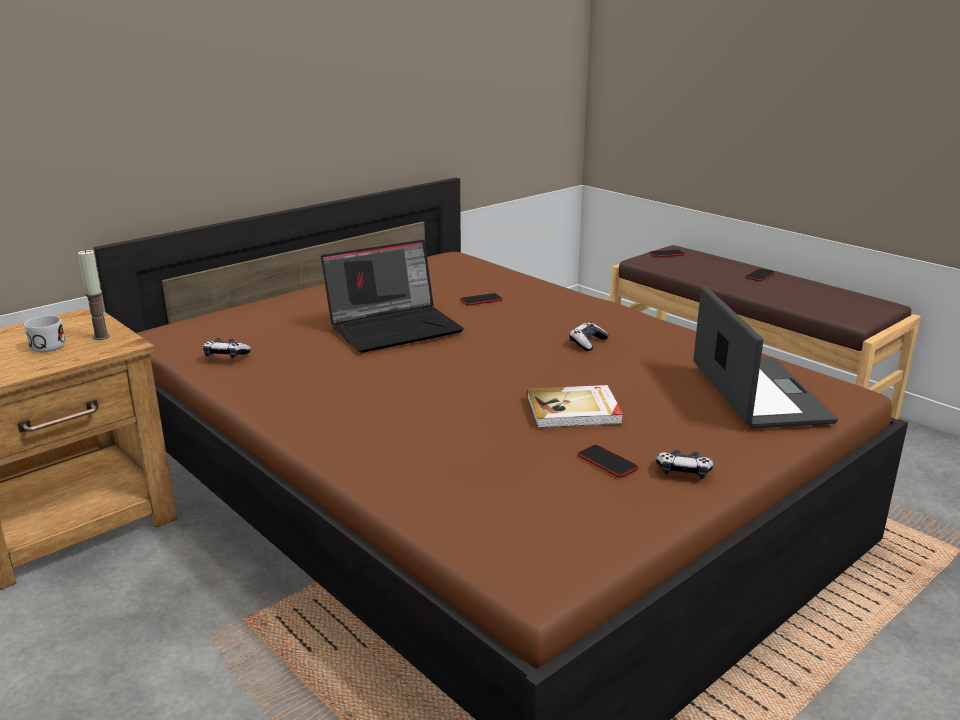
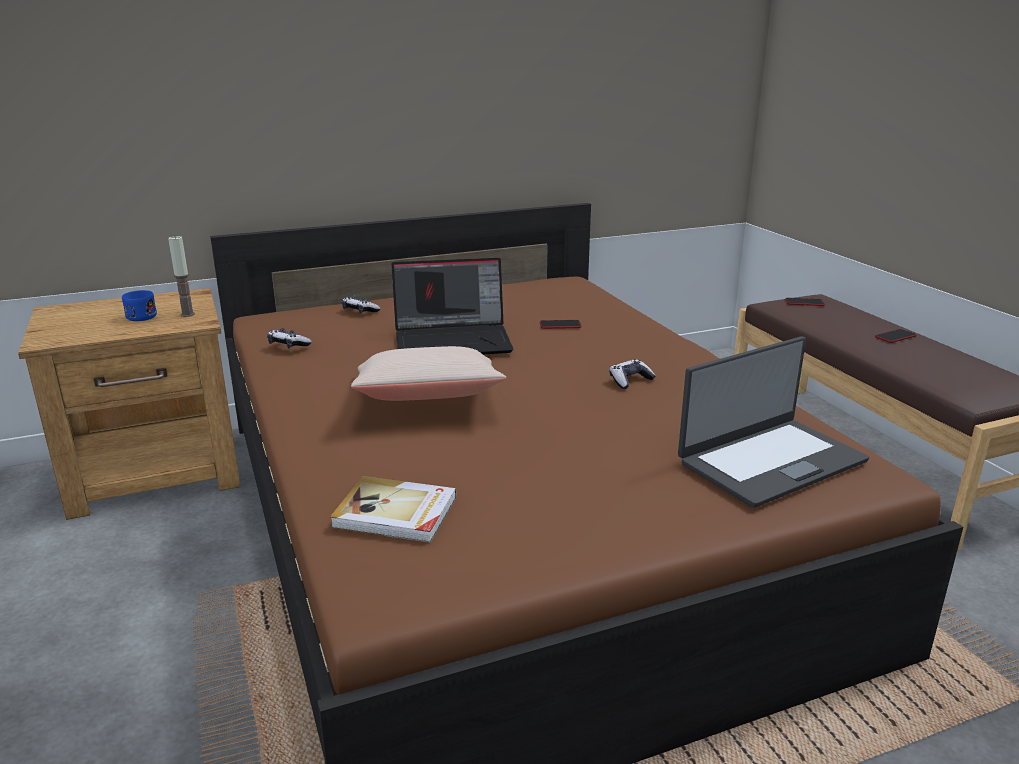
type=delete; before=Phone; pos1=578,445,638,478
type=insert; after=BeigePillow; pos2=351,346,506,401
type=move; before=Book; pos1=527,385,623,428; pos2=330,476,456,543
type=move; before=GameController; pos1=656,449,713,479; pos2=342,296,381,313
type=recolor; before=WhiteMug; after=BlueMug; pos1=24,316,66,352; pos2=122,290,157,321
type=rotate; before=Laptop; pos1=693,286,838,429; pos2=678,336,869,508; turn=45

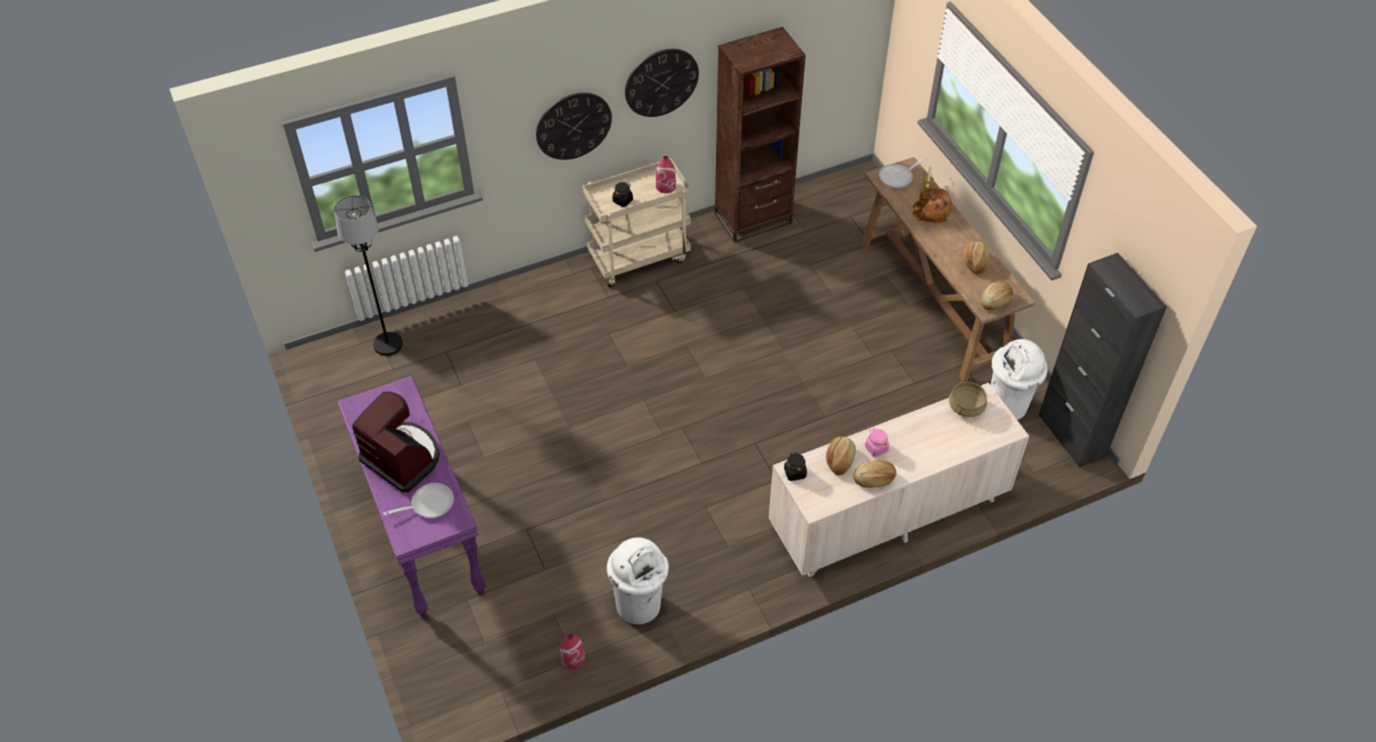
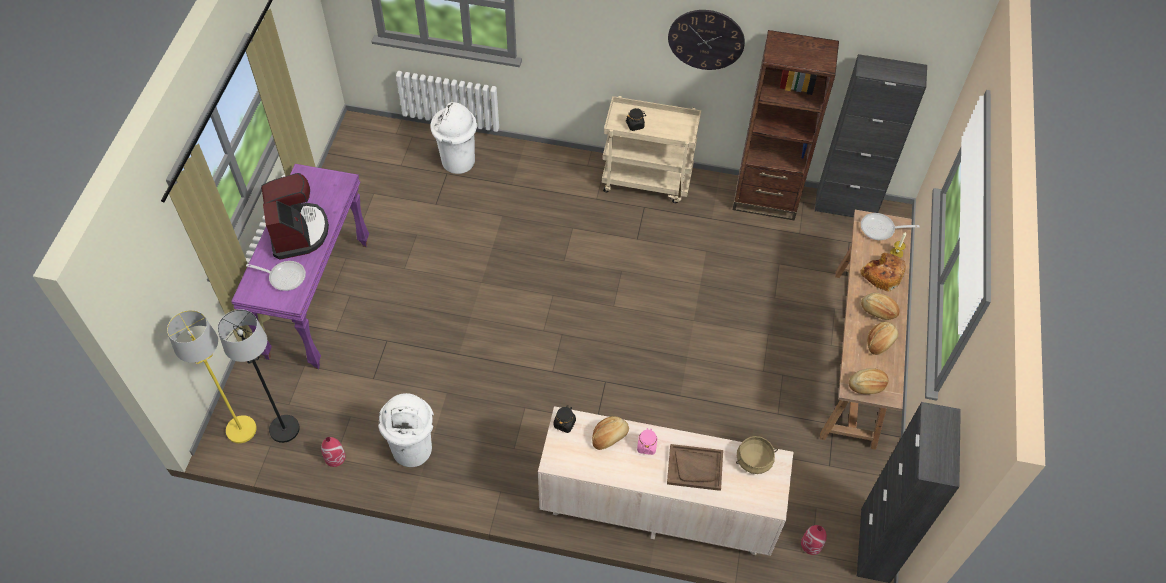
type=delete; before=WallClock; pos1=536,93,612,160
type=insert; after=YellowFloorLamp; pos2=167,310,257,443
type=insert; after=BrownTray; pos2=667,444,723,491
type=insert; after=BlackCabinet; pos2=815,54,927,217
type=move; before=BlackFloorLamp; pos1=334,195,403,356; pos2=218,309,300,443
type=move; before=RedVase; pos1=656,156,676,193; pos2=801,525,827,555
type=move; before=Bread; pos1=853,460,896,488; pos2=861,293,900,320
type=move; before=WhiteTrashCan; pos1=991,339,1047,420; pos2=431,102,477,174

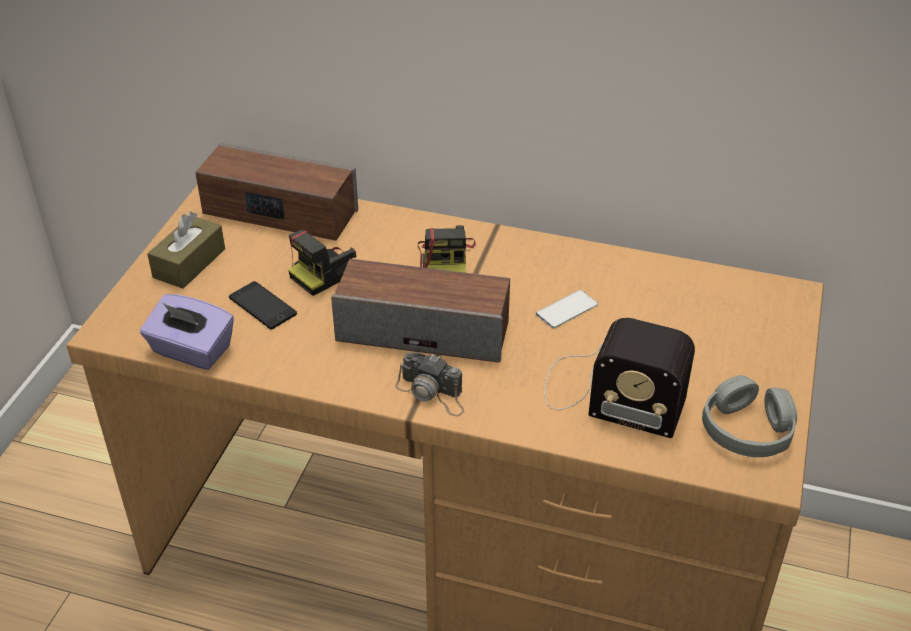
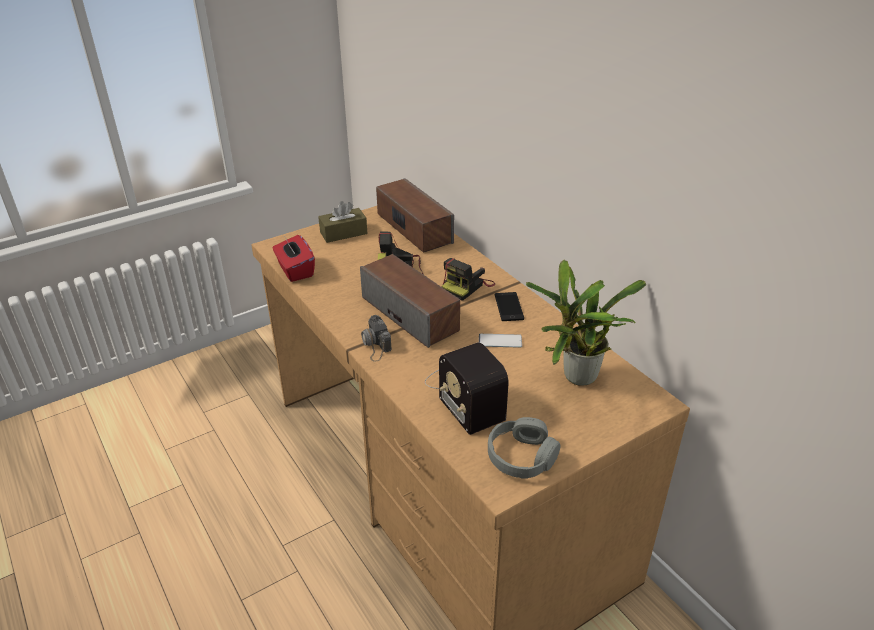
type=insert; after=PottedPlant; pos2=526,260,646,386
type=move; before=Phone; pos1=229,281,297,330; pos2=495,292,524,321
type=recolor; before=PurpleTissueBox; after=RedTissueBox; pos1=140,294,234,370; pos2=273,235,315,282

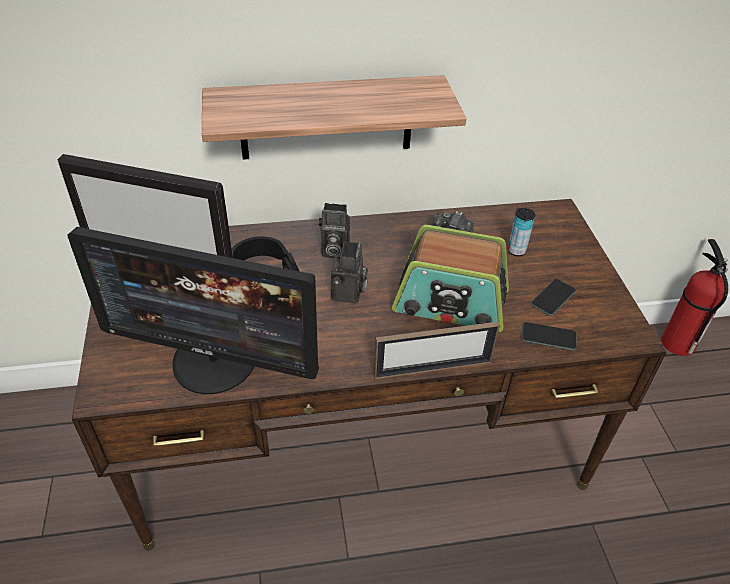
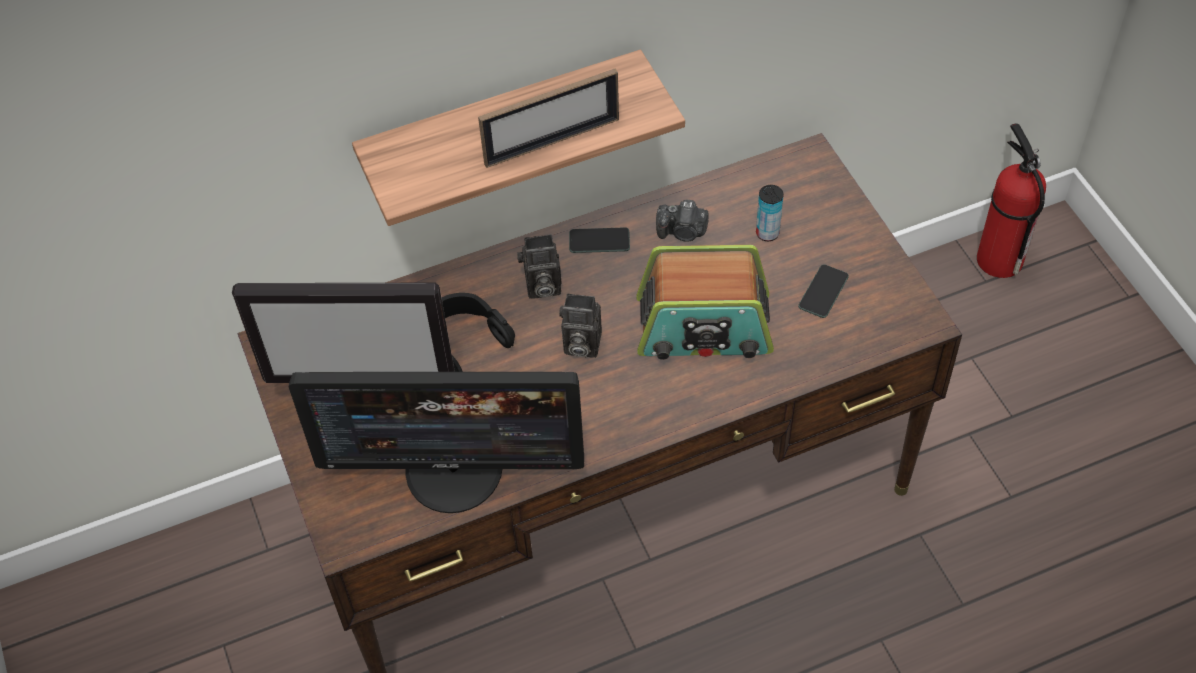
type=move; before=PictureFrame; pos1=374,322,500,379; pos2=478,69,619,168
type=move; before=Phone; pos1=522,322,577,351; pos2=569,227,630,253
type=rotate; before=PhotoCamera; pos1=331,241,368,304; pos2=559,293,602,358; turn=105

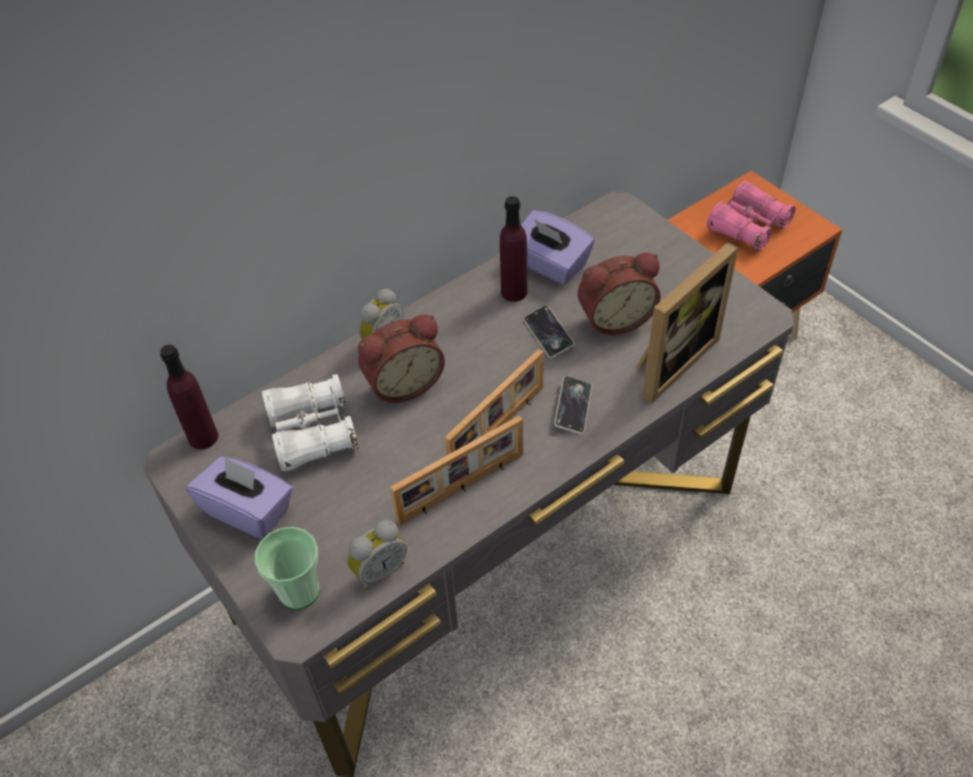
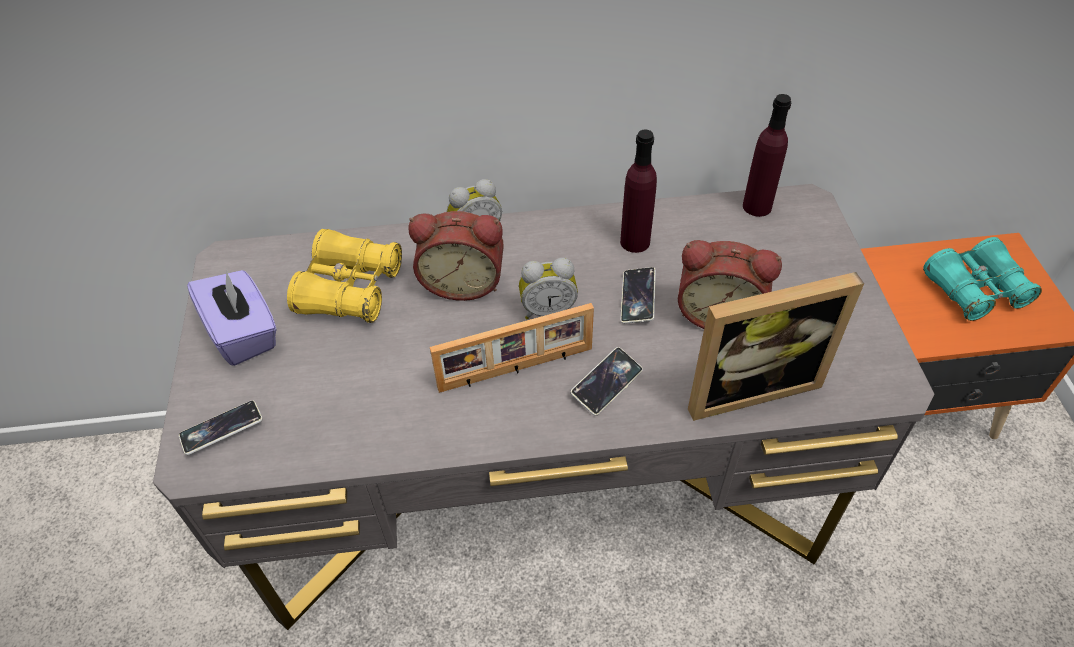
type=delete; before=PictureFrame; pos1=390,416,523,525
type=delete; before=PurpleTissueBox; pos1=521,210,594,285
type=move; before=PurpleBottle; pos1=160,345,218,449; pos2=743,94,791,217
type=move; before=AlarmClock; pos1=347,520,407,590; pos2=519,258,578,320
type=replace; before=Cup; after=Phone; pos1=255,527,320,610; pos2=179,401,263,455
type=recolor; before=WhiteBinoculars; after=YellowBinoculars; pos1=262,374,359,472; pos2=287,229,402,323
type=recolor; before=PinkBinoculars; after=TurquoiseBinoculars; pos1=707,181,796,251; pos2=923,237,1042,321

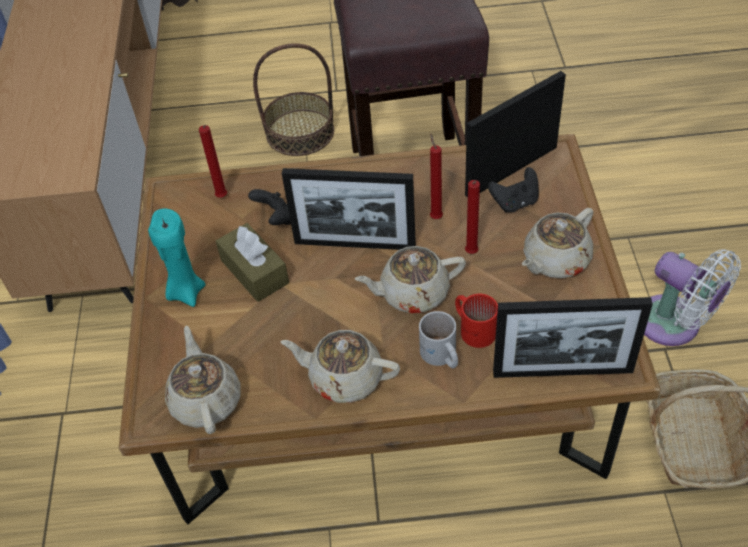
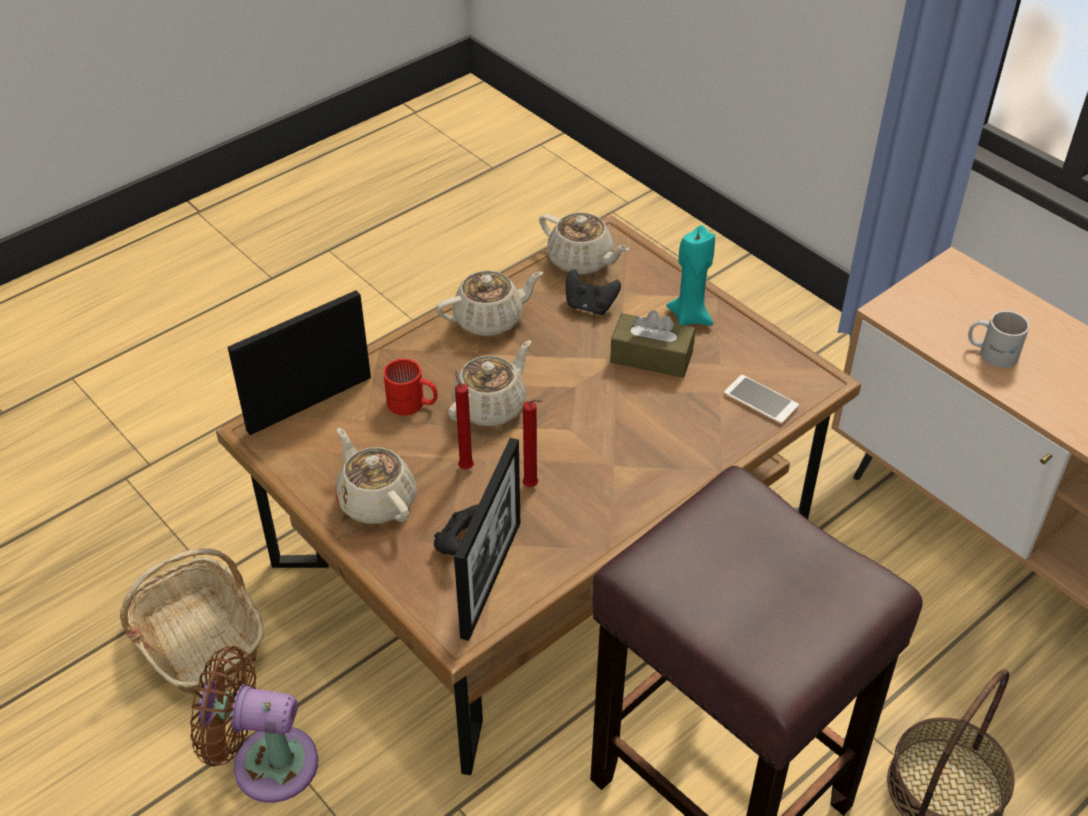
type=delete; before=PictureFrame; pos1=282,168,416,250
type=move; before=BlackGameController; pos1=248,189,291,225; pos2=566,269,621,315
type=move; before=WhiteMug; pos1=419,311,458,368; pos2=968,311,1029,368
type=replace; before=RedCandle; after=Phone; pos1=199,125,227,197; pos2=724,375,799,424
type=recolor; before=WhiteFan; after=BrownFan; pos1=644,249,741,346; pos2=190,646,318,803
type=rotate; before=BeigeTeapot; pos1=522,208,593,278; pos2=336,428,416,524; turn=-45

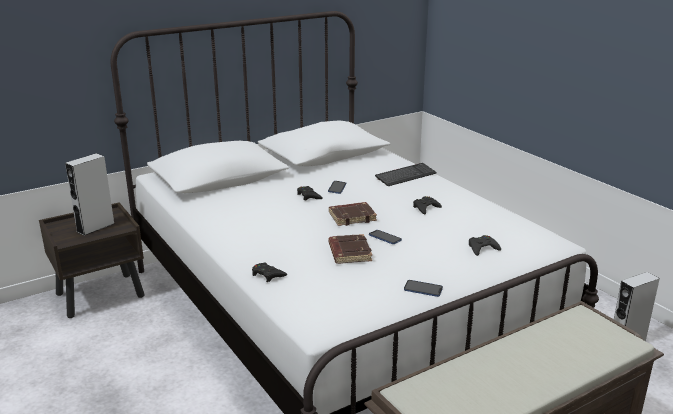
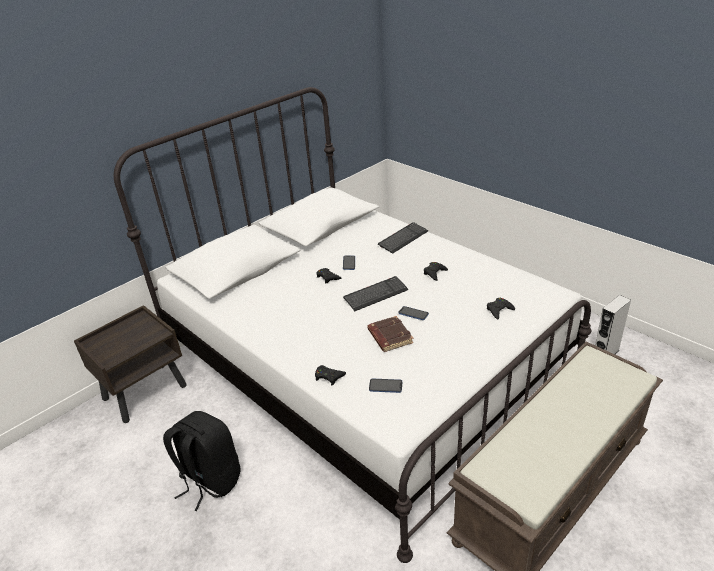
type=delete; before=GreySpeaker; pos1=65,153,115,236
type=insert; after=BlackBackpack; pos2=163,411,240,511
type=move; before=Phone; pos1=404,280,443,297; pos2=369,379,402,393
type=replace; before=BrownBook; after=Keyboard; pos1=329,202,377,226; pos2=343,276,408,311

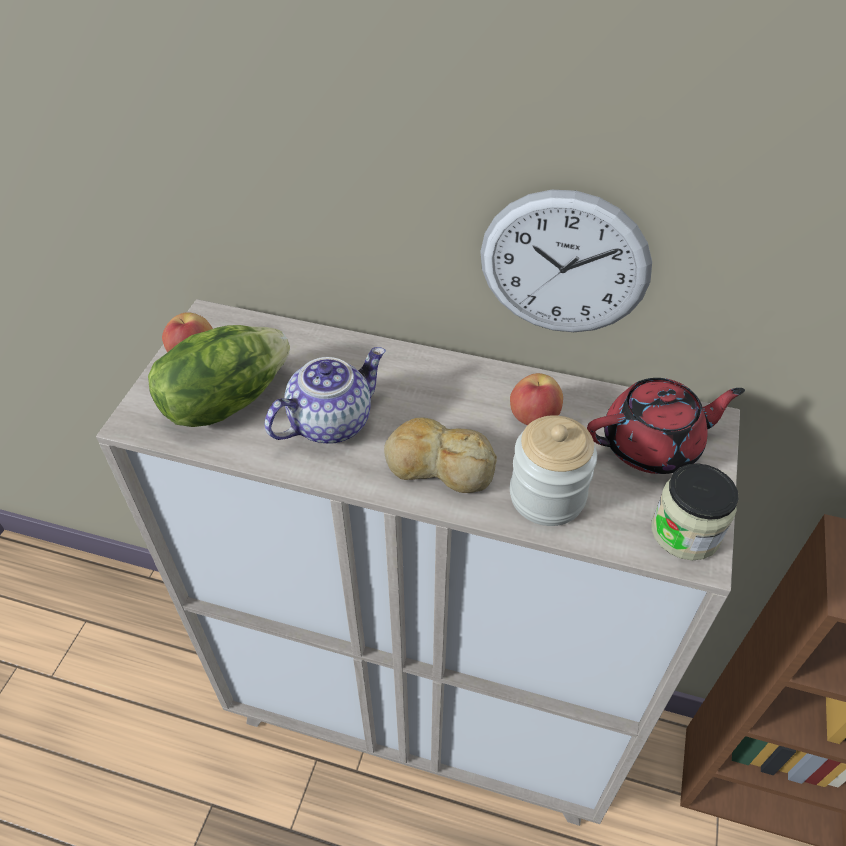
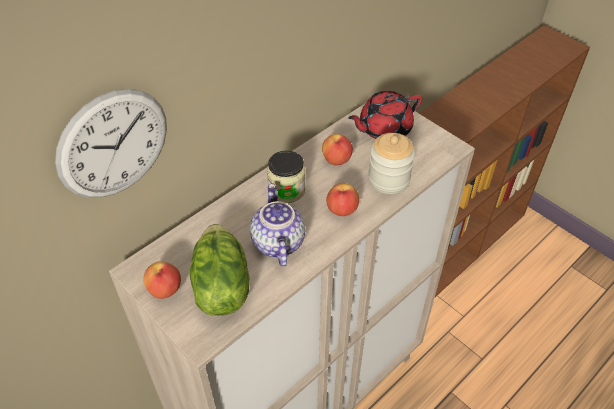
type=move; before=WallClock; pos1=480,190,652,332; pos2=55,89,167,198
type=move; before=Jar; pos1=651,463,739,560; pos2=267,151,306,203
type=replace; before=Bread; after=Apple; pos1=384,417,497,493; pos2=326,183,359,216
type=rotate; before=RedTeapot; pos1=587,378,745,474; pos2=348,91,422,139; turn=-135

